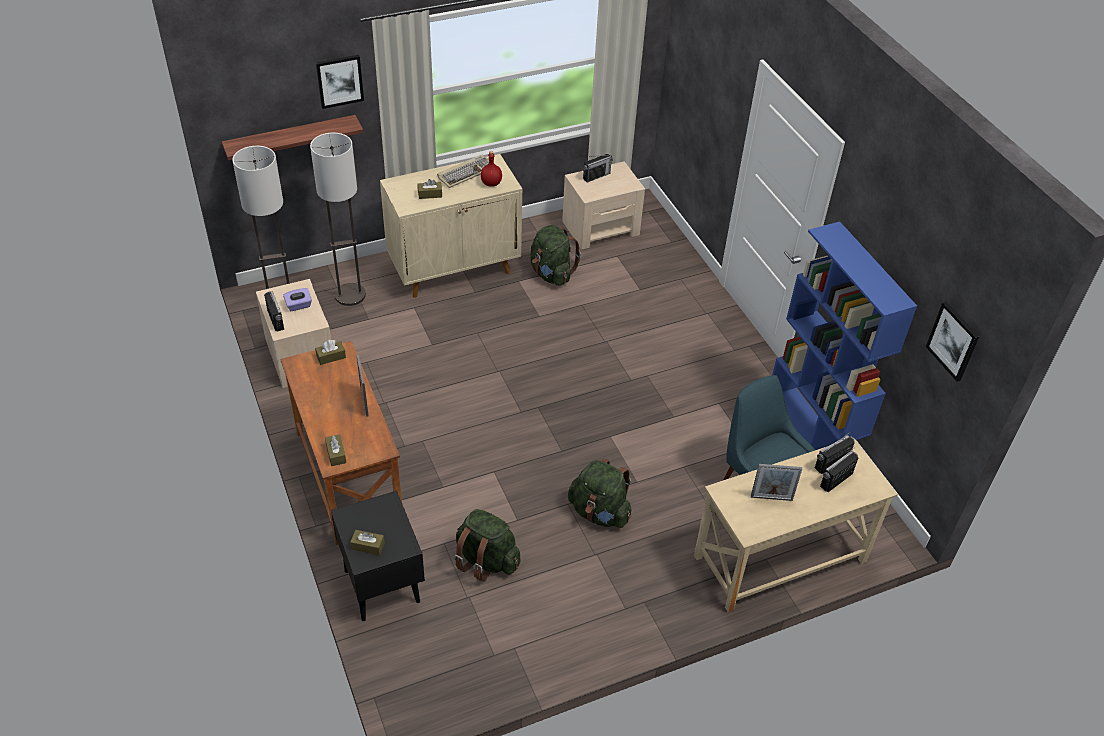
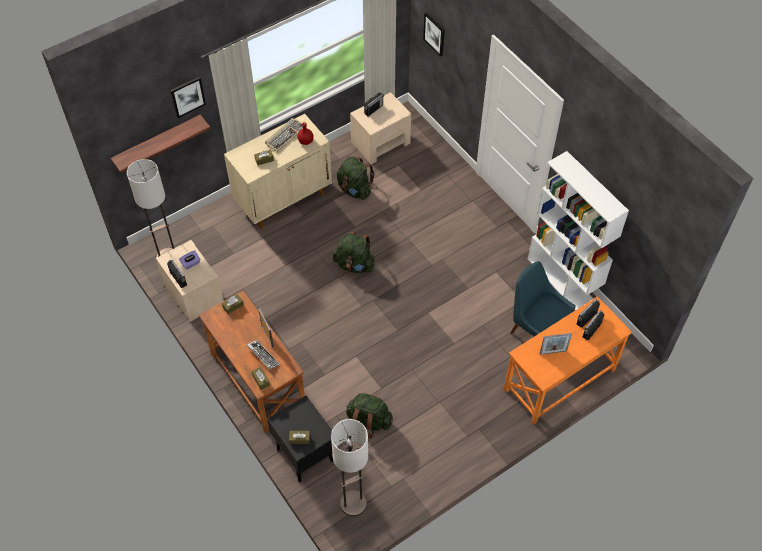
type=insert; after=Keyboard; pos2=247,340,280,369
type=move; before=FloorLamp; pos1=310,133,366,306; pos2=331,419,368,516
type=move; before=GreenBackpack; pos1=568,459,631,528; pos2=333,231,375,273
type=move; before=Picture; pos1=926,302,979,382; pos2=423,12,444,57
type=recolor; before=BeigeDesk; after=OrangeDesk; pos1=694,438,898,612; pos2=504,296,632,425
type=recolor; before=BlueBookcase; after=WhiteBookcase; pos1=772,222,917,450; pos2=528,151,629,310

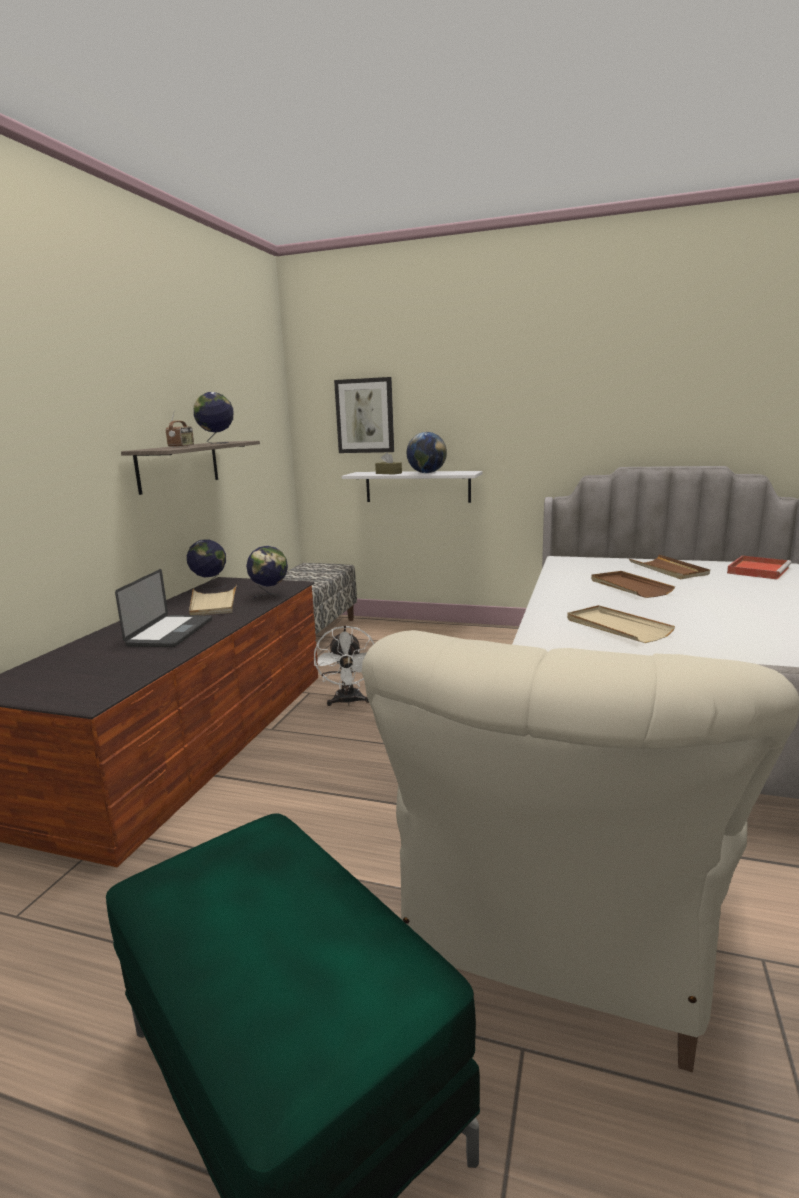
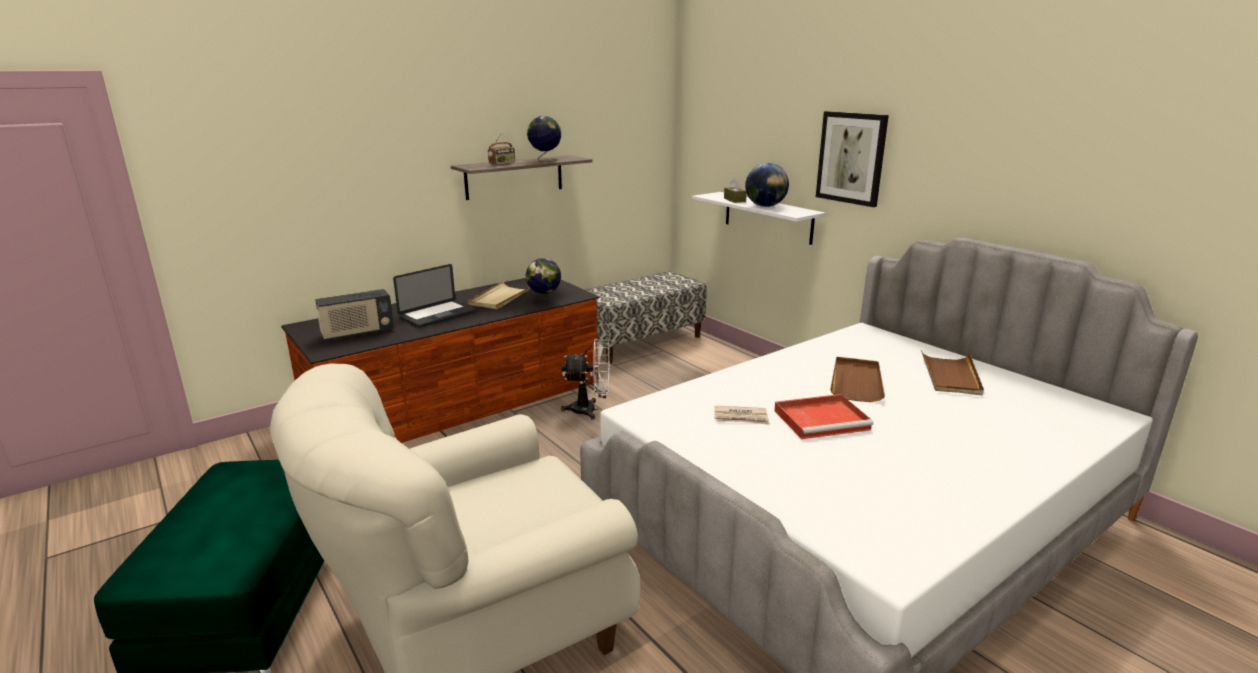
type=delete; before=Globe; pos1=187,539,227,589
type=insert; after=Radio; pos2=315,289,394,341
type=move; before=Picture; pos1=334,377,394,453; pos2=816,111,889,207
type=move; before=RedTray; pos1=727,556,792,580; pos2=774,394,873,439
type=replace; before=BeigeTray; after=Newspaper; pos1=567,605,675,643; pos2=714,406,770,425
type=rotate; before=WhiteFan; pos1=314,625,375,706; pos2=561,339,610,420; turn=-120

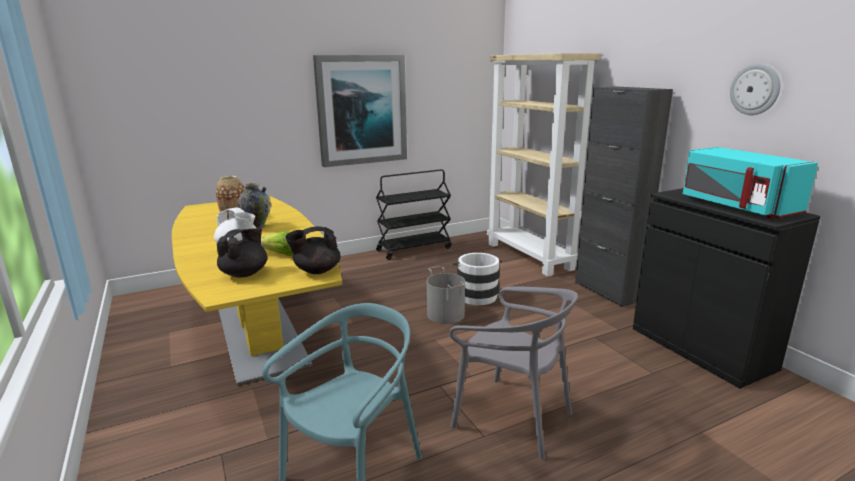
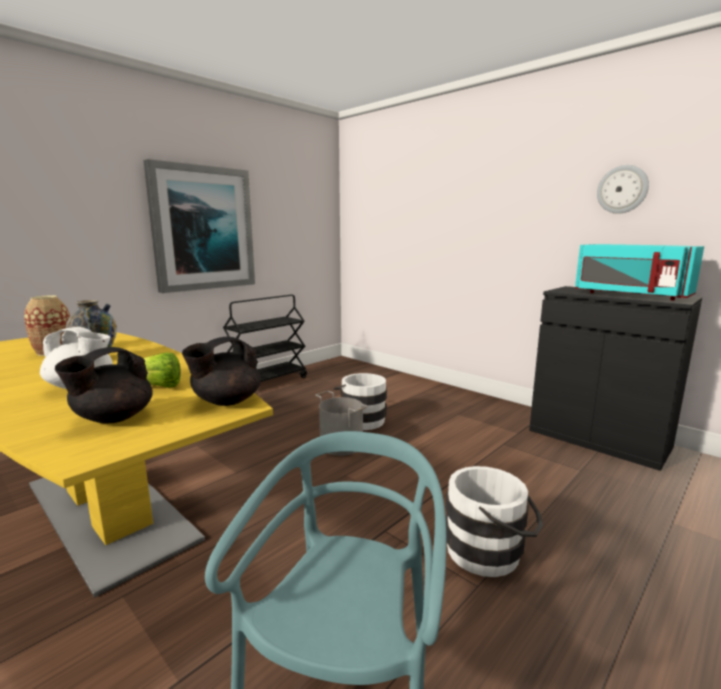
type=delete; before=BeigeBookcase; pos1=487,53,601,276
type=delete; before=BlackCabinet; pos1=575,86,673,307
type=replace; before=GreyChair; after=WhiteBucket; pos1=449,286,578,459; pos2=446,466,543,577
type=rotate; before=BlackTeapot; pos1=216,228,267,278; pos2=55,347,153,424; turn=-150

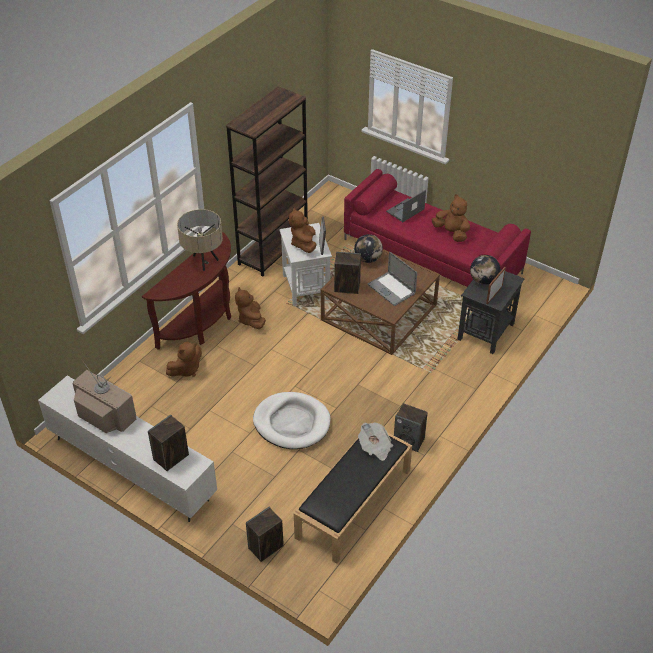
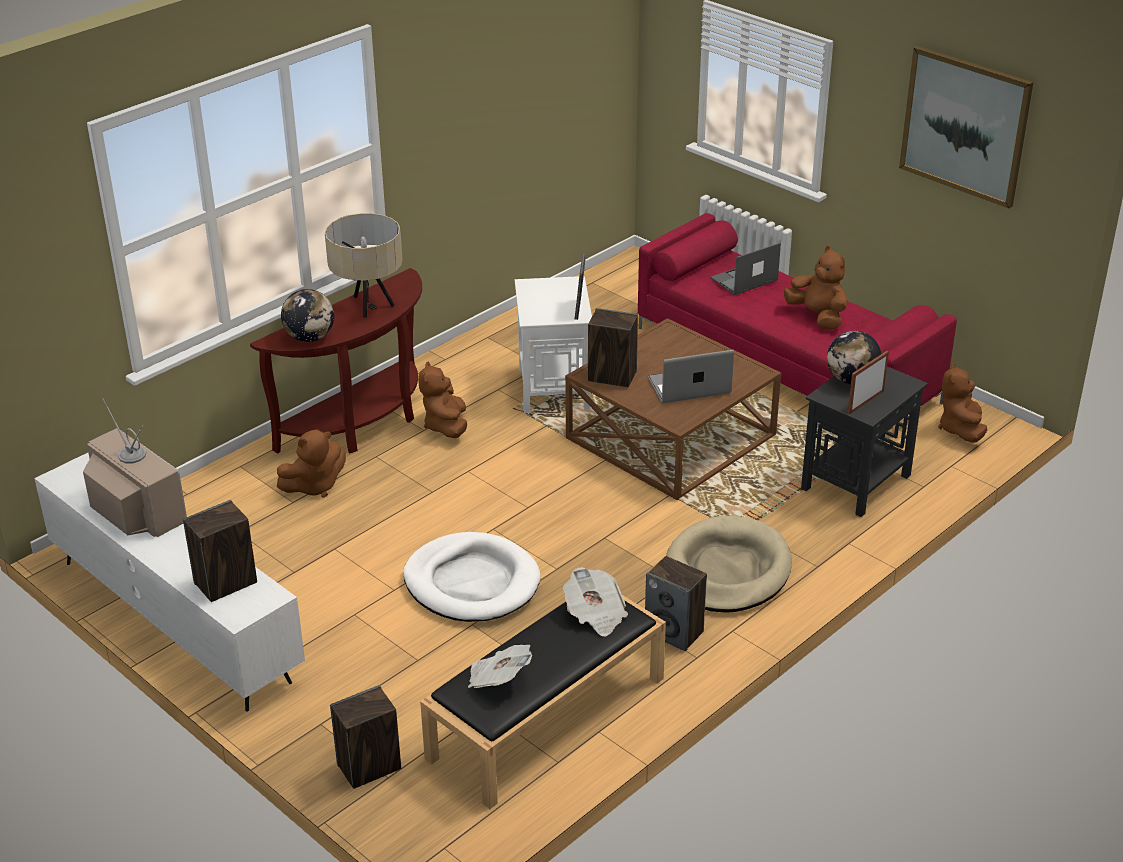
type=delete; before=BrownBookcase; pos1=226,86,308,277
type=insert; after=Newspaper; pos2=468,645,532,688
type=insert; after=BeigeDogBed; pos2=666,516,792,613
type=insert; after=Picture; pos2=899,46,1033,209
type=move; before=BrownPlushToy; pos1=289,208,317,253; pos2=938,363,987,443
type=move; before=Globe; pos1=354,234,383,263; pos2=281,289,334,342
type=rotate; before=Laptop; pos1=367,251,417,306; pos2=648,350,734,404; turn=105

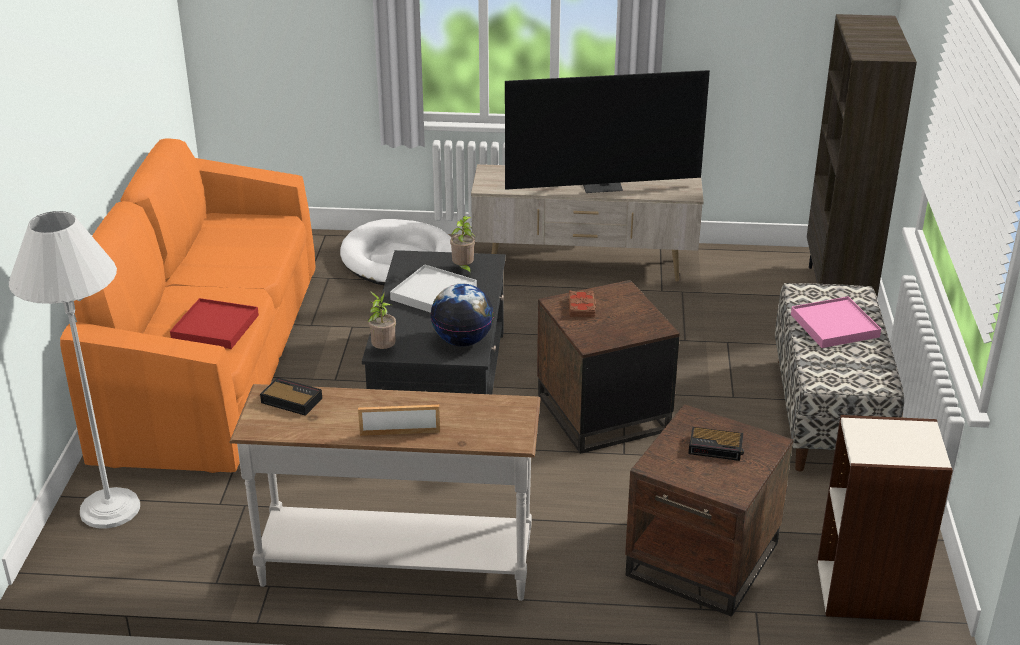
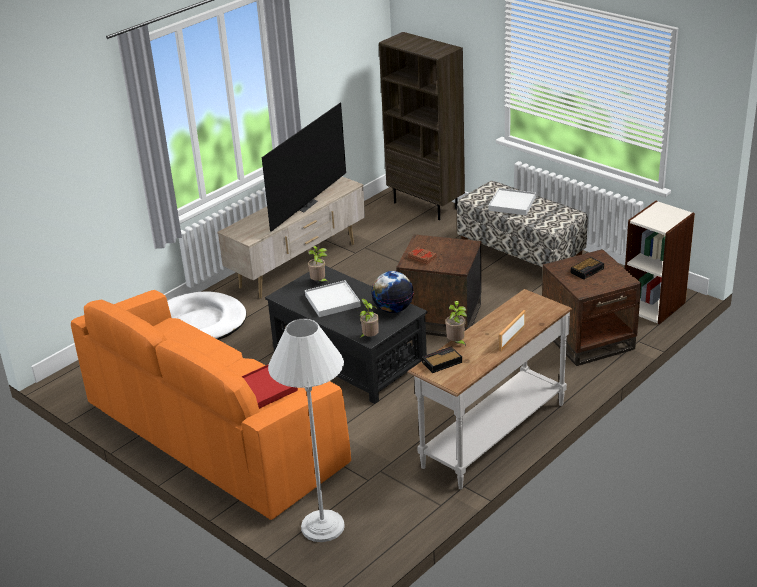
type=insert; after=PottedPlant; pos2=445,301,467,346
type=recolor; before=PinkTray; after=WhiteTray; pos1=791,296,881,348; pos2=488,188,536,215

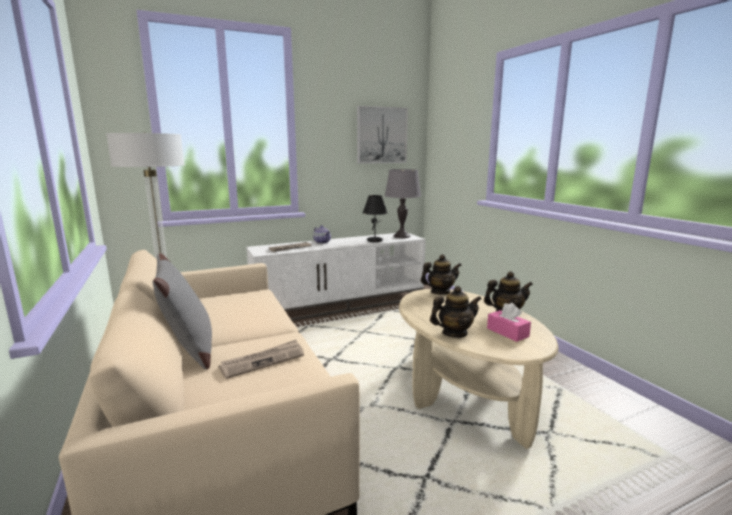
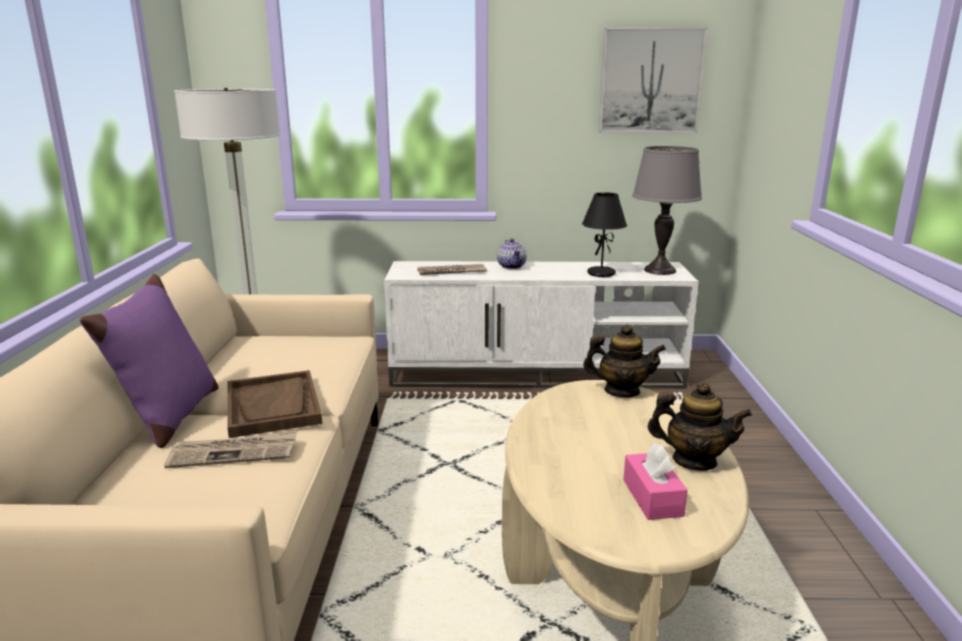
type=delete; before=Teapot; pos1=430,286,482,338
type=insert; after=BrownTray; pos2=227,370,322,438
type=recolor; before=GreyPillow; after=PurplePillow; pos1=153,253,212,369; pos2=80,274,218,448

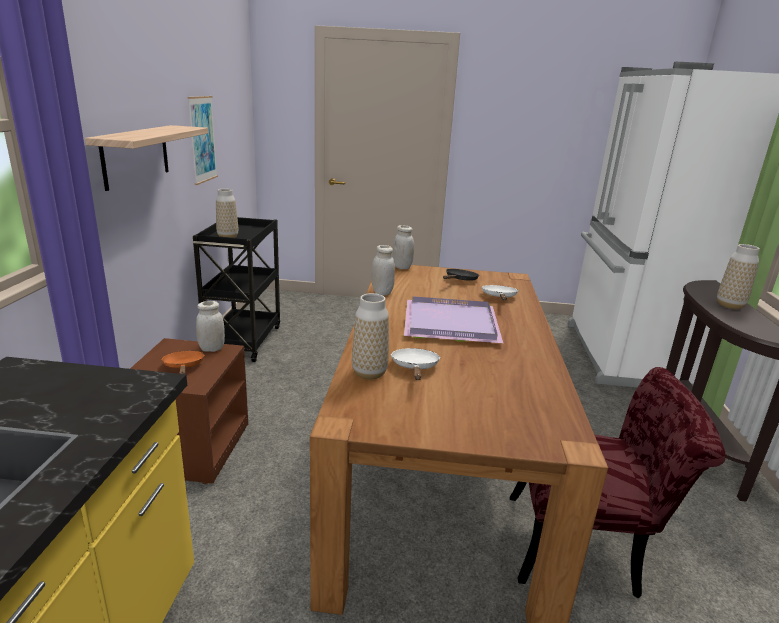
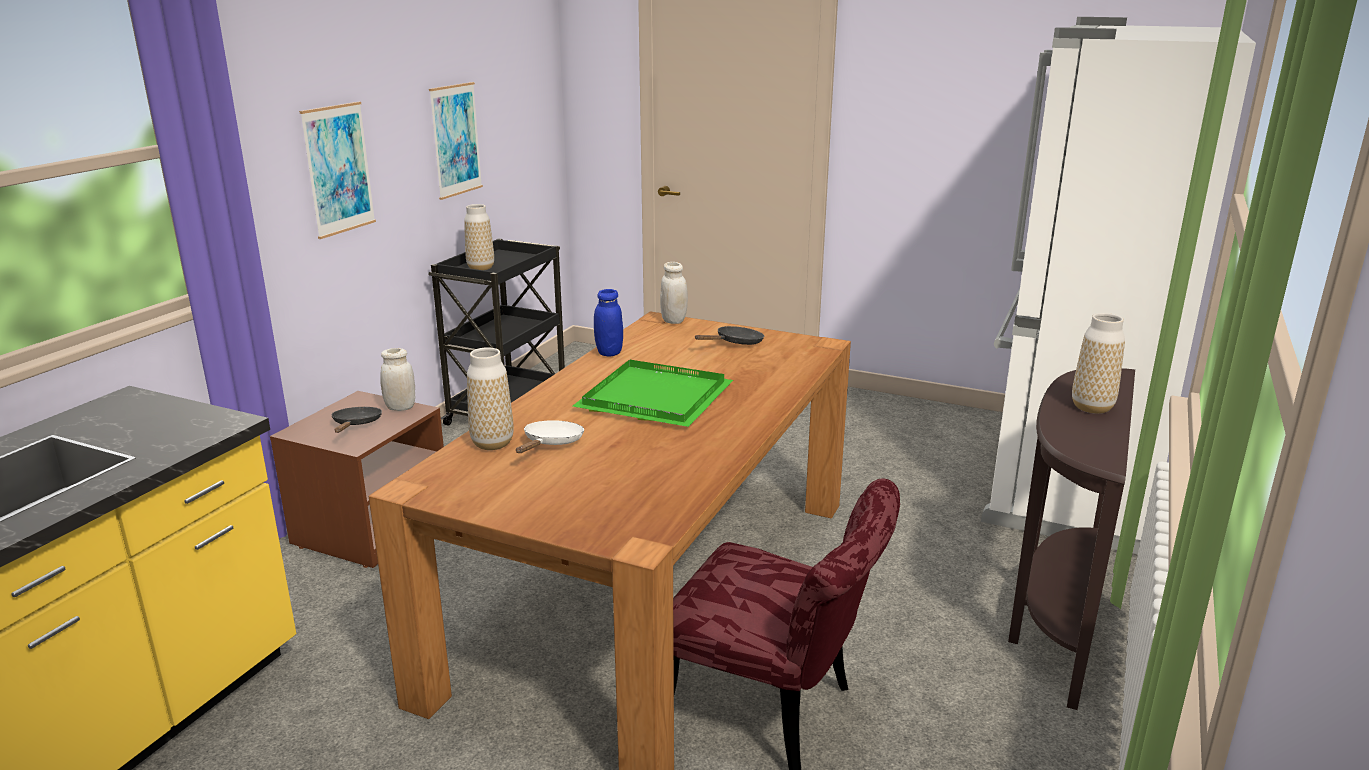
type=delete; before=WhiteFryingPan; pos1=482,285,519,300
type=replace; before=Shelf; after=Picture; pos1=85,125,208,191; pos2=299,102,376,239
type=recolor; before=OrangeFryingPan; after=BlackFryingPan; pos1=161,351,205,374; pos2=332,407,382,433
type=recolor; before=WhiteJar; after=BlueJar; pos1=372,245,395,295; pos2=594,289,623,356
type=recolor; before=PurpleTray; after=GreenTray; pos1=404,296,503,343; pos2=573,360,733,427

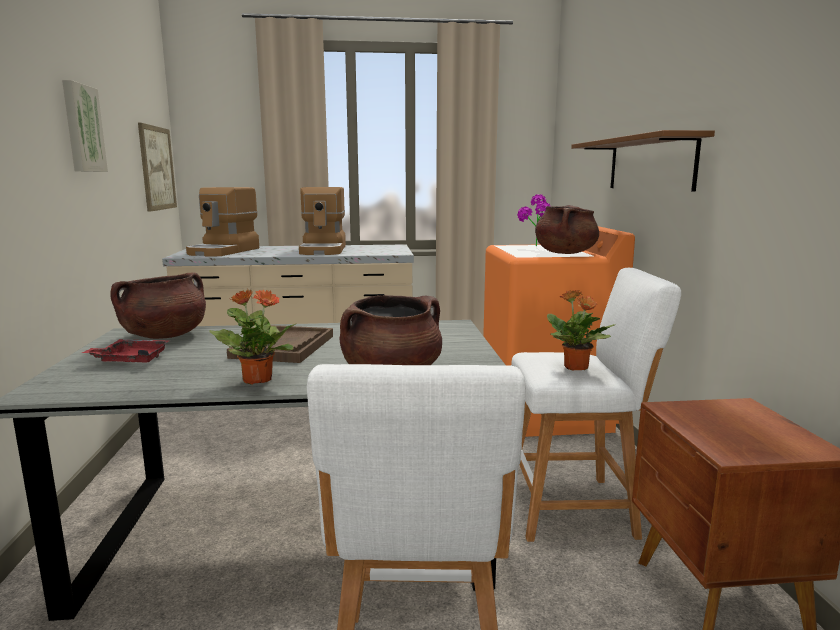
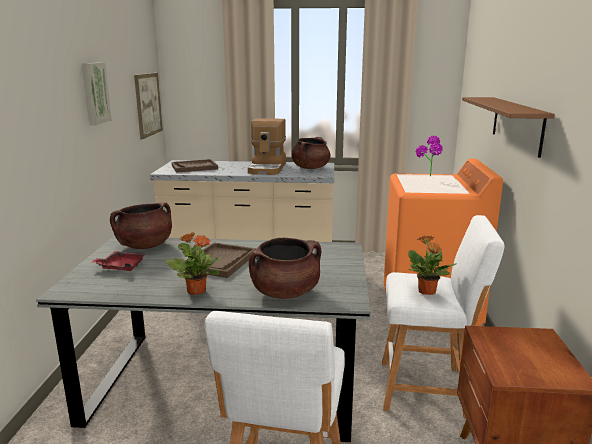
type=move; before=BrownCookingPot; pos1=535,205,599,254; pos2=291,137,330,169
type=replace; before=CoffeeMachine; after=BrownTray; pos1=186,187,259,257; pos2=172,159,218,173

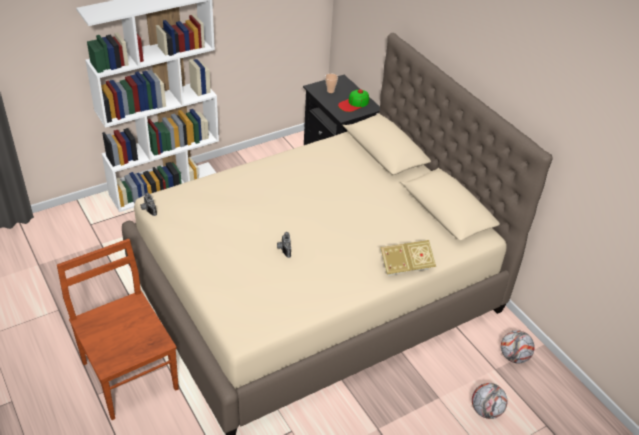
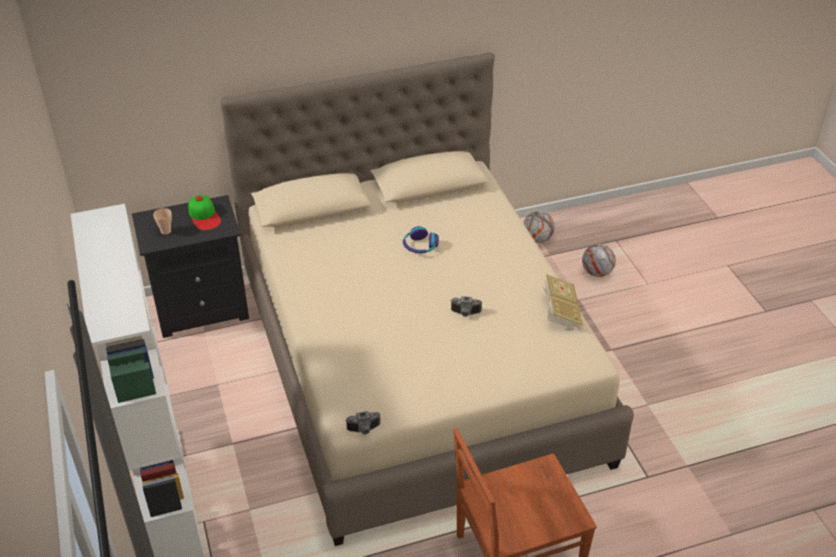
type=insert; after=Headphones; pos2=403,226,439,254
type=move; before=Book; pos1=380,240,436,276; pos2=541,274,583,329

